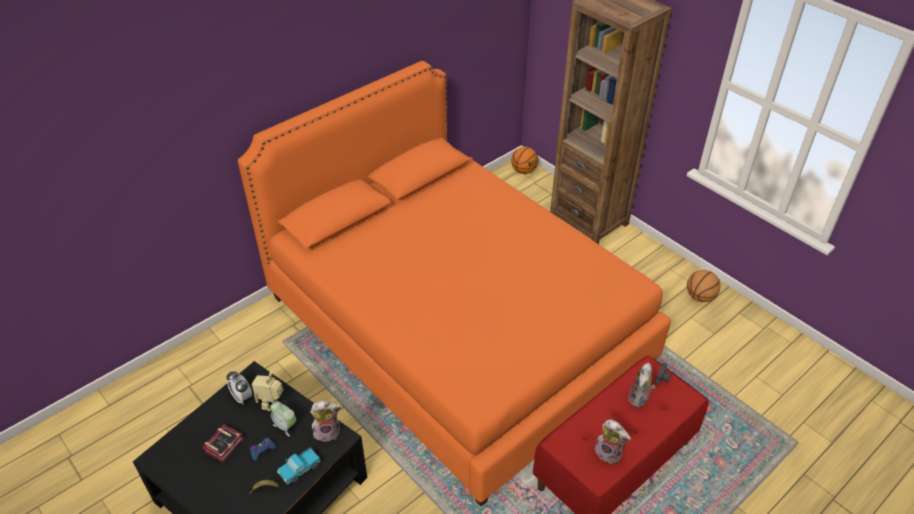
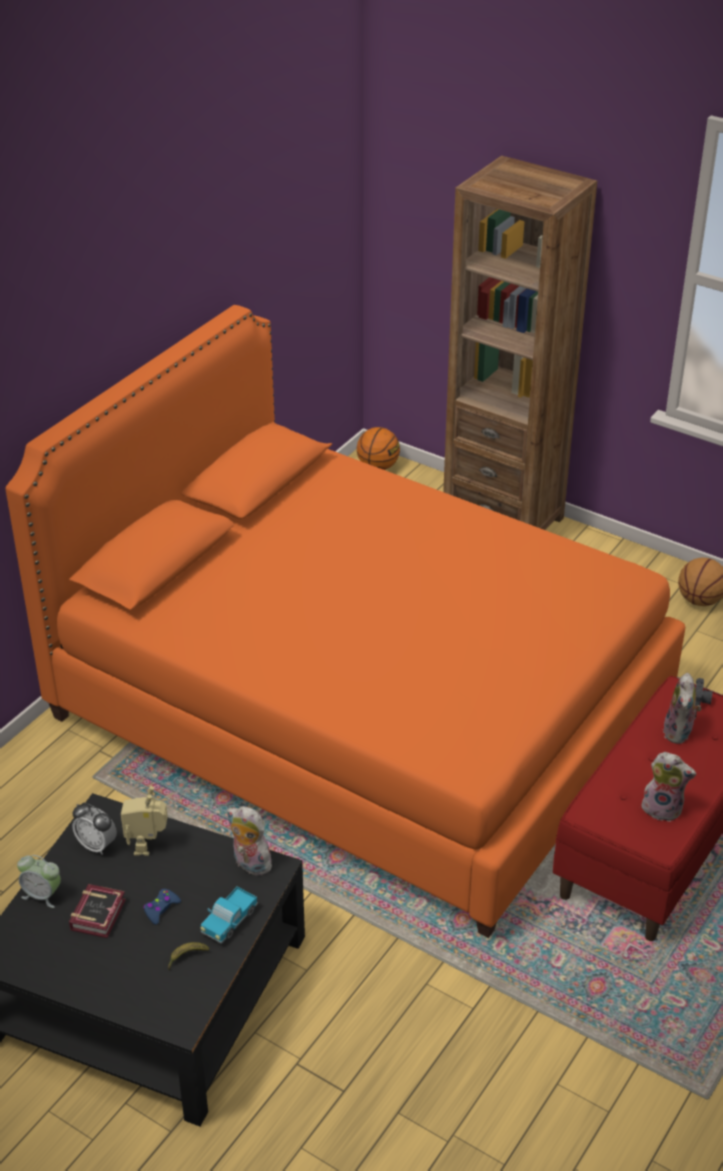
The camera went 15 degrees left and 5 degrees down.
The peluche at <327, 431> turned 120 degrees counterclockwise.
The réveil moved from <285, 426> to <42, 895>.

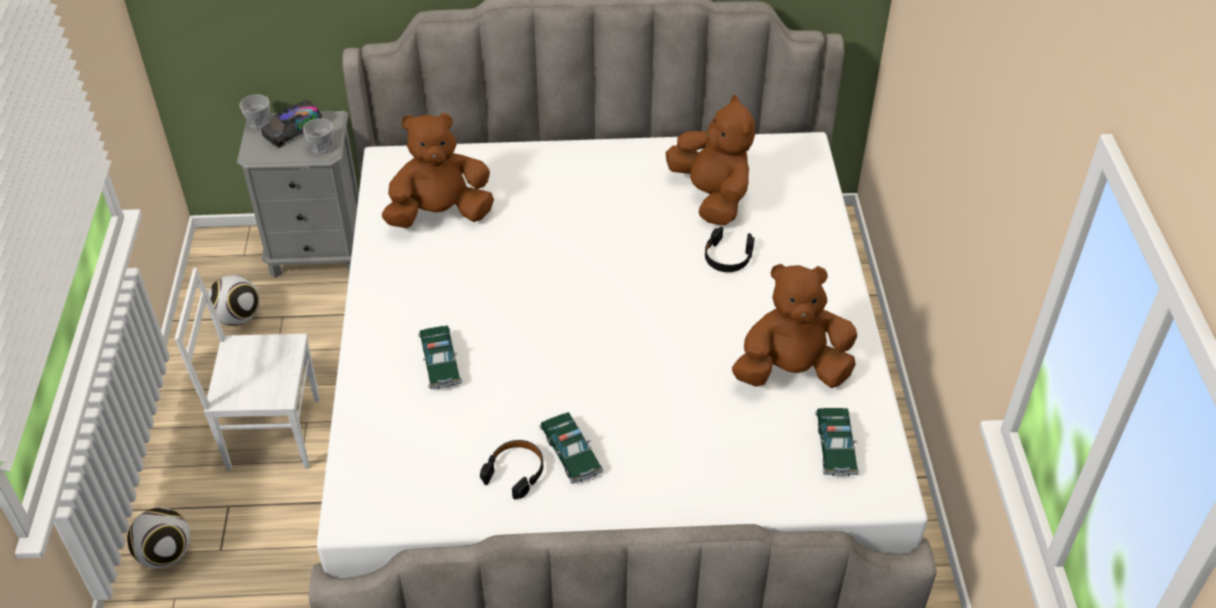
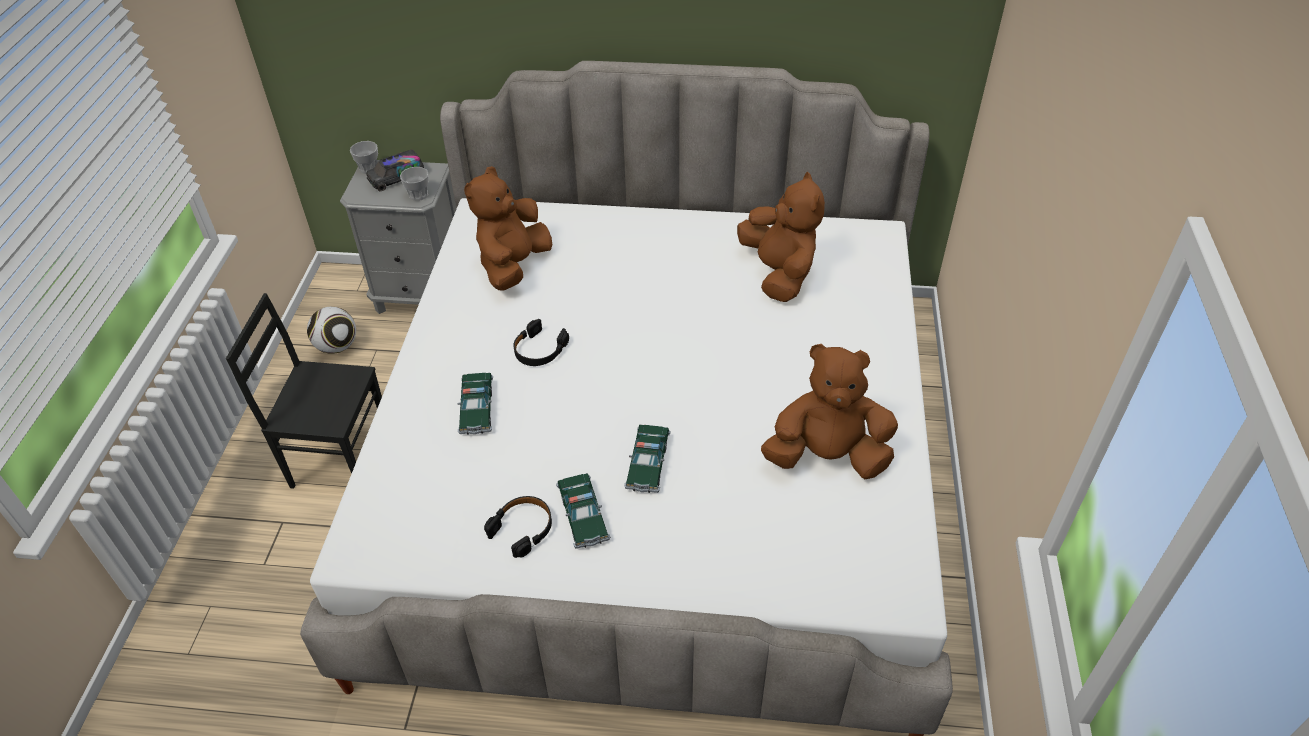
The camera went 10 degrees right and 0 degrees up.
The peluche [marron] at <440, 214> turned 60 degrees counterclockwise.
The casque audio [noir] moved from <727, 257> to <539, 350>.
The chaise [blanc] at <272, 432> became the chaise [noir] at <340, 456>.
The petite voiture moved from <835, 447> to <648, 464>.
The ballon de foot at <165, 554> disappeared.

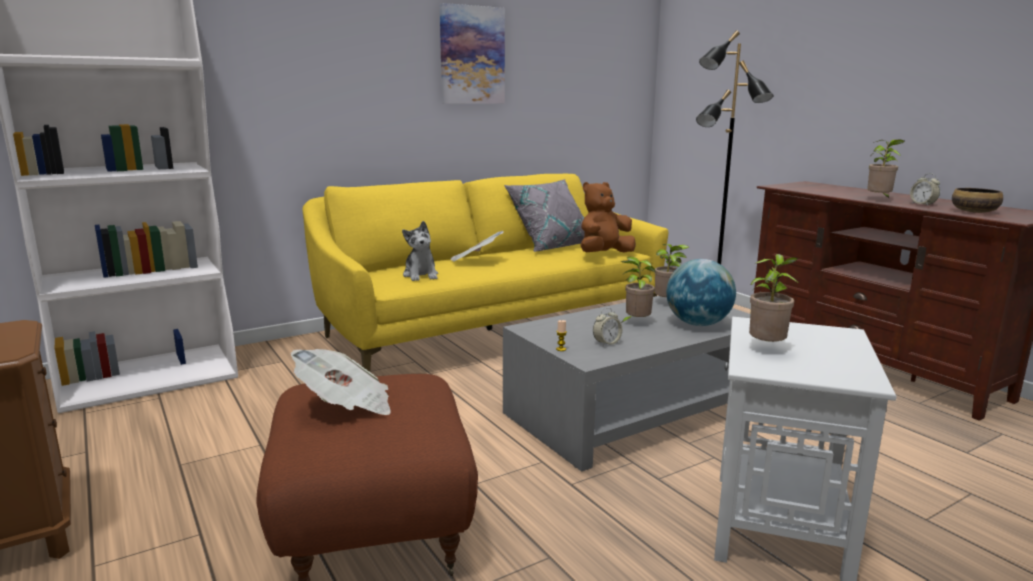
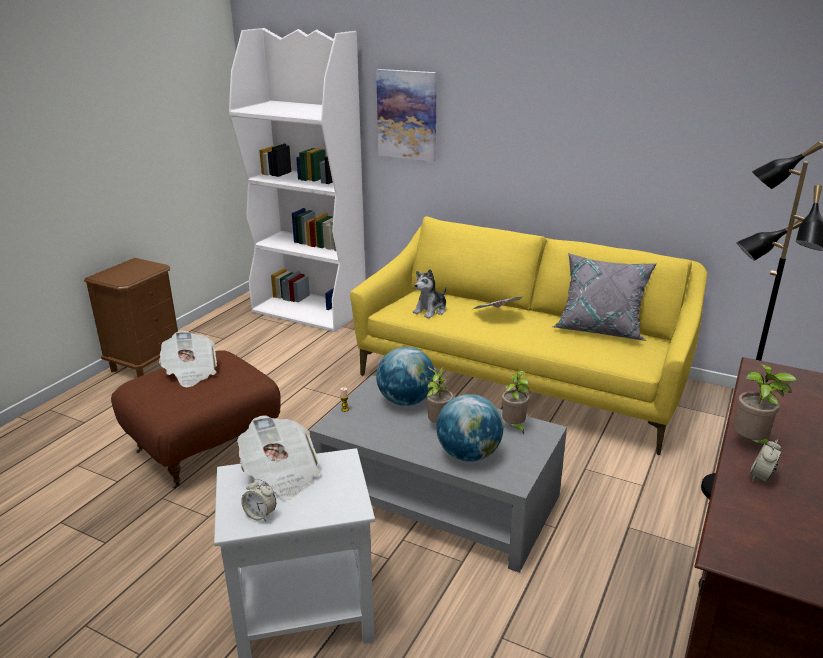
The camera went 60 degrees right and 10 degrees up.
The tableau moved from <472, 55> to <407, 115>.
The peluche [marron] at <604, 254> disappeared.
The bol at <974, 212> disappeared.
The plante en pot at <767, 348> was replaced by the journal at <281, 474>.
The réveil moved from <606, 343> to <260, 515>.
The globe at <406, 401> appeared.

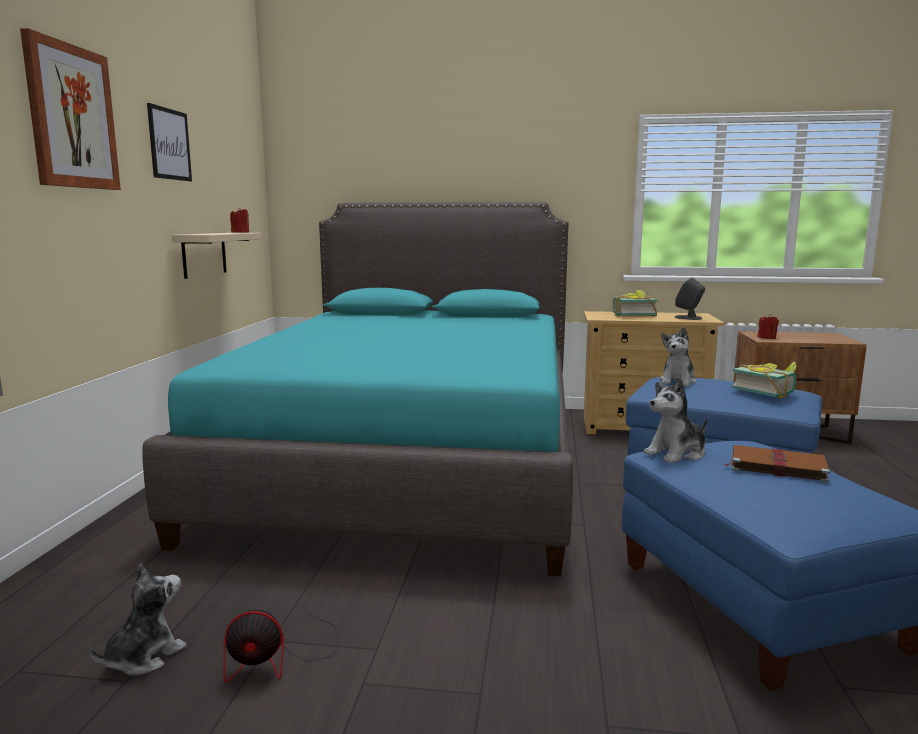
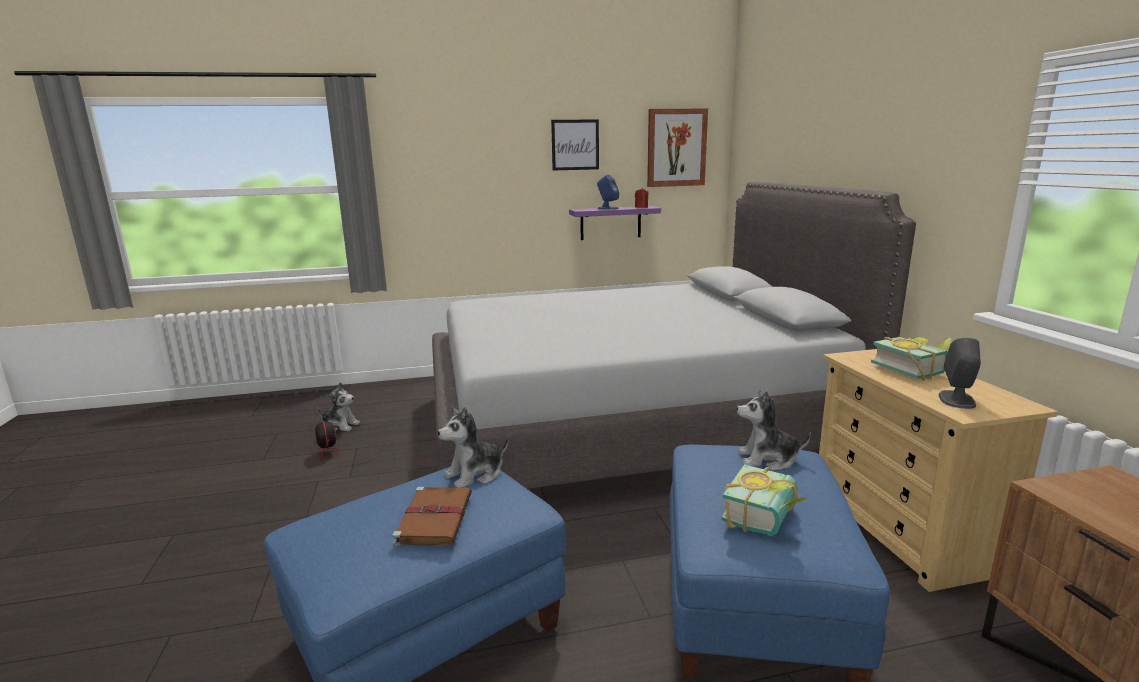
The camera went 70 degrees right and 5 degrees up.
The tableau moved from <71, 117> to <676, 148>.
The lit [turquoise] at <411, 461> became the lit [gris] at <630, 425>.
The étagère [beige] at <204, 254> became the étagère [violet] at <610, 223>.
The bougie [rouge] at <766, 338> disappeared.
The peluche at <677, 453> turned 75 degrees counterclockwise.
The enceinte [bleu] at <607, 208> appeared.

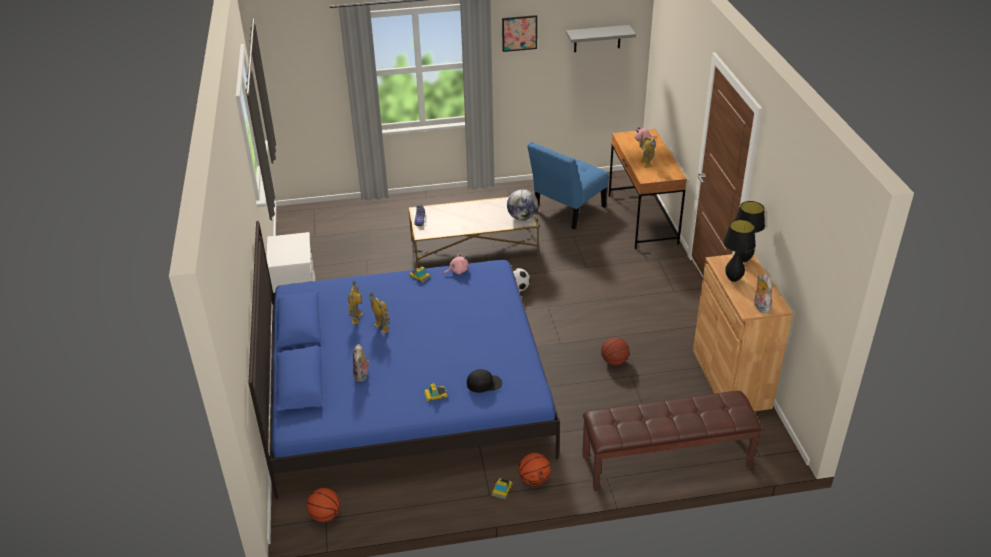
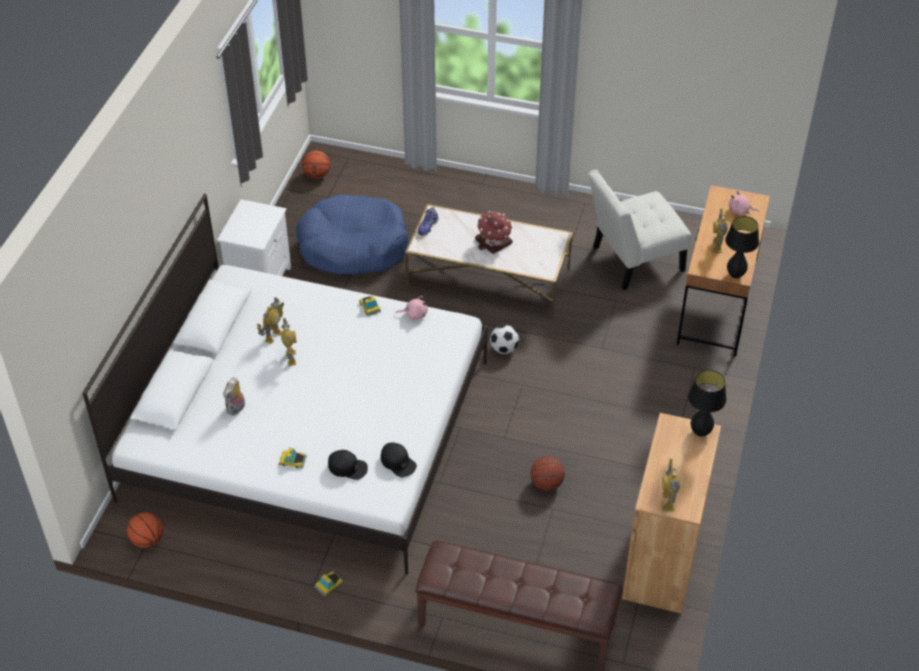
The camera went 25 degrees right and 10 degrees up.
The tableau at <519, 33> disappeared.
The étagère [gris] at <597, 38> disappeared.
The chaise [bleu] at <566, 211> became the chaise [blanc] at <633, 260>.
The globe at <522, 218> disappeared.
The lampe de table [noir] moved from <733, 279> to <735, 275>.
The lit [bleu] at <406, 388> became the lit [blanc] at <307, 429>.
The peluche at <760, 307> was replaced by the robot jouet at <667, 502>.
The ballon de basket moved from <534, 479> to <317, 175>.
The panier pour chien [bleu] at <353, 246> appeared.
The maison miniature at <494, 242> appeared.
The casquette [noir] at <398, 462> appeared.

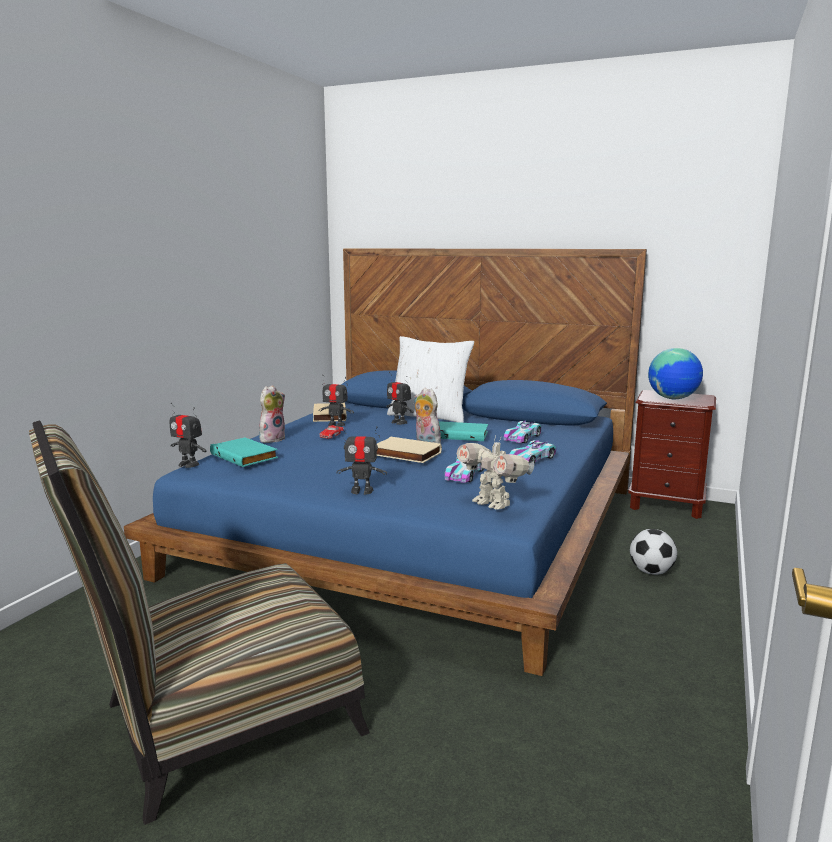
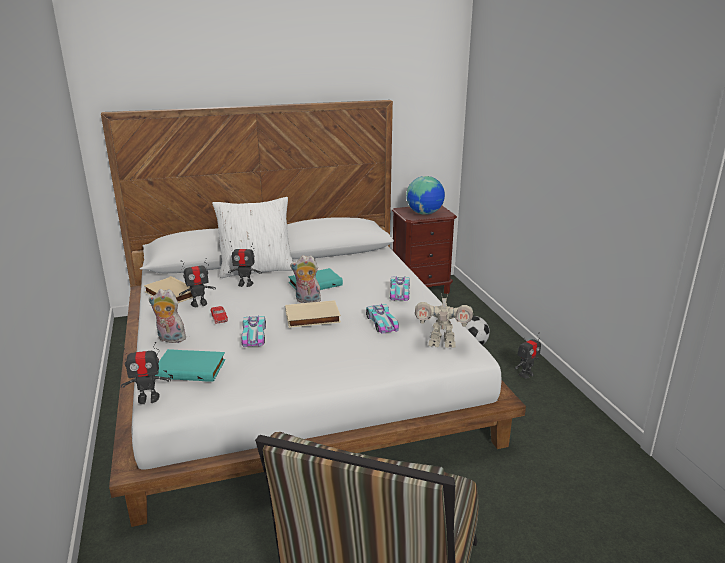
The camera went 40 degrees left and 10 degrees up.
The lit [bleu] at <417, 529> became the lit [blanc] at <294, 371>.
The peluche at <272, 439> turned 75 degrees counterclockwise.
The petite voiture moved from <522, 437> to <254, 335>.
The robot jouet moved from <362, 491> to <526, 374>.

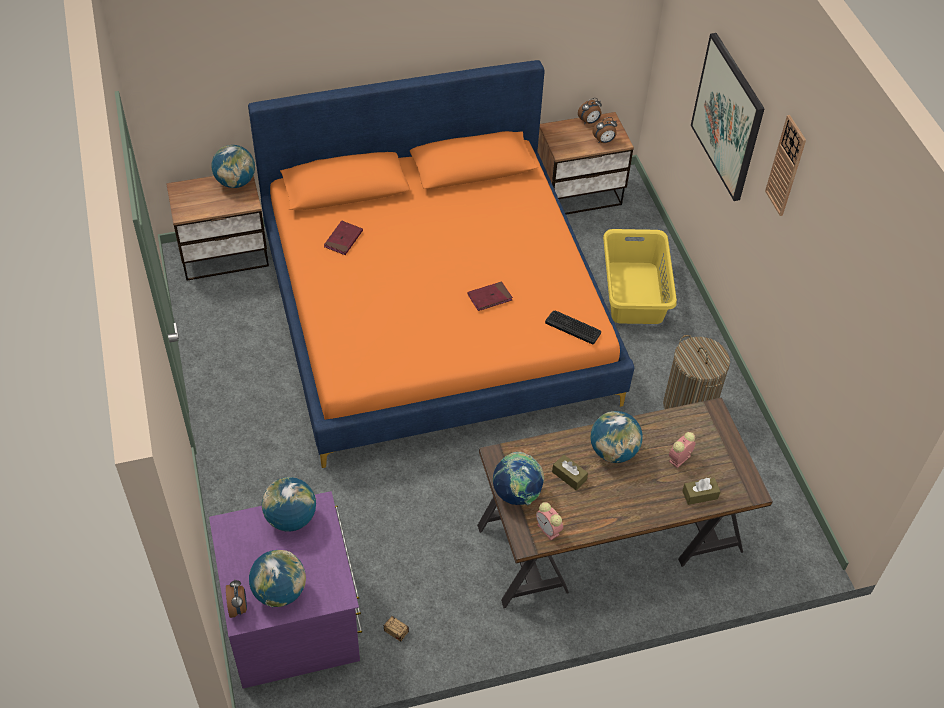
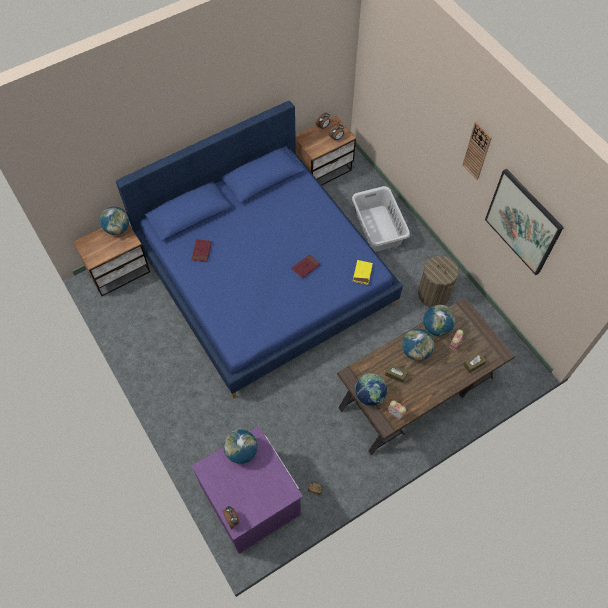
The camera went 15 degrees left and 10 degrees up.
The tableau moved from <728, 117> to <523, 222>.
The lit [orange] at <435, 313> became the lit [bleu] at <265, 275>.
The panier à linge [jaune] at <635, 292> became the panier à linge [gris] at <378, 228>.
The clavier at <573, 327> was replaced by the livre [jaune] at <362, 273>.
The globe moved from <280, 592> to <436, 327>.

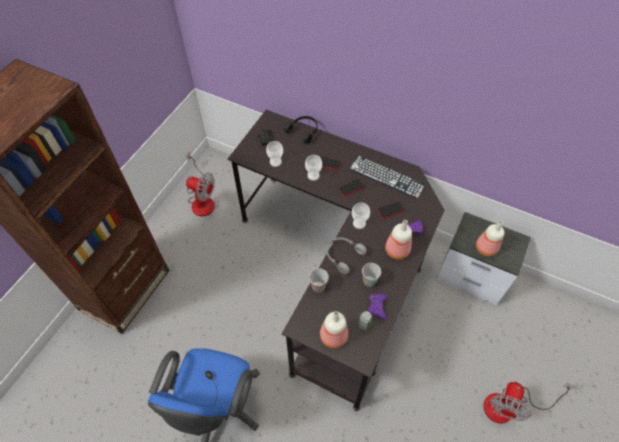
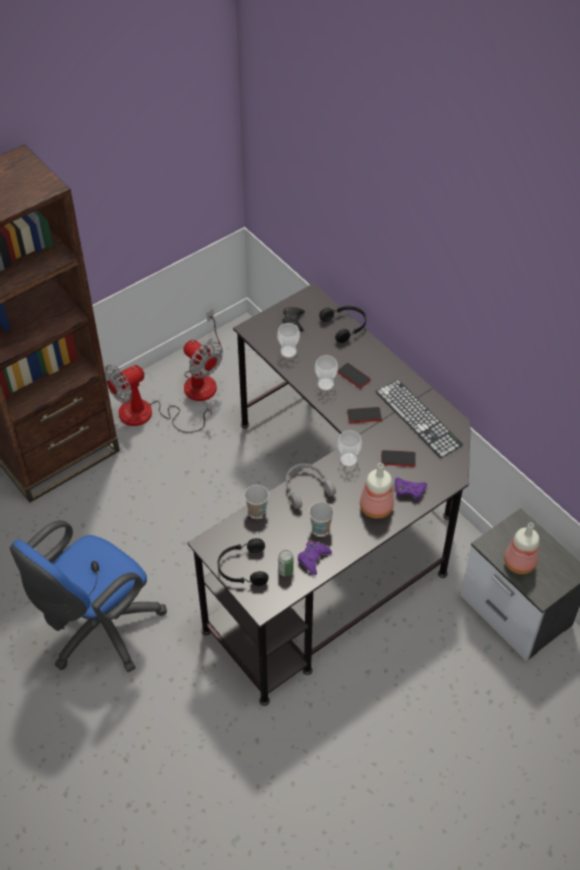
The camera went 25 degrees right and 5 degrees down.
The bouteille at <332, 336> was replaced by the casque audio [noir] at <242, 568>.
The ventilateur moved from <508, 406> to <148, 415>.

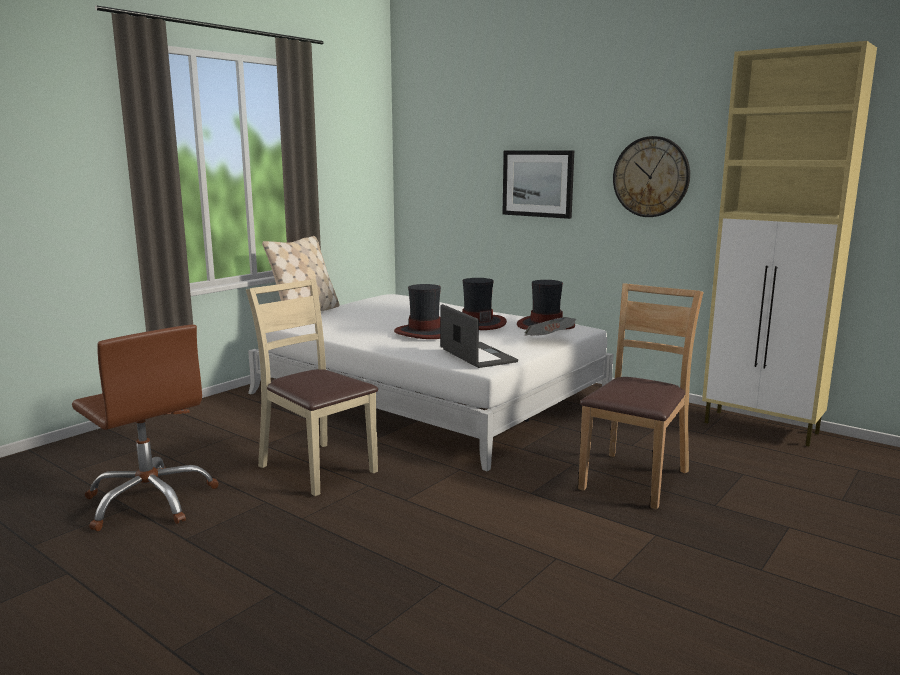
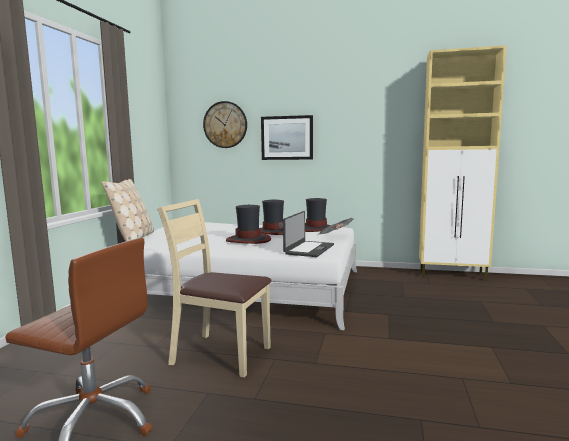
The camera went 25 degrees left and 5 degrees down.
The horloge murale moved from <651, 177> to <225, 125>.
The chaise [marron] at <634, 479> disappeared.
The ordinateur portable at <477, 356> turned 75 degrees clockwise.

